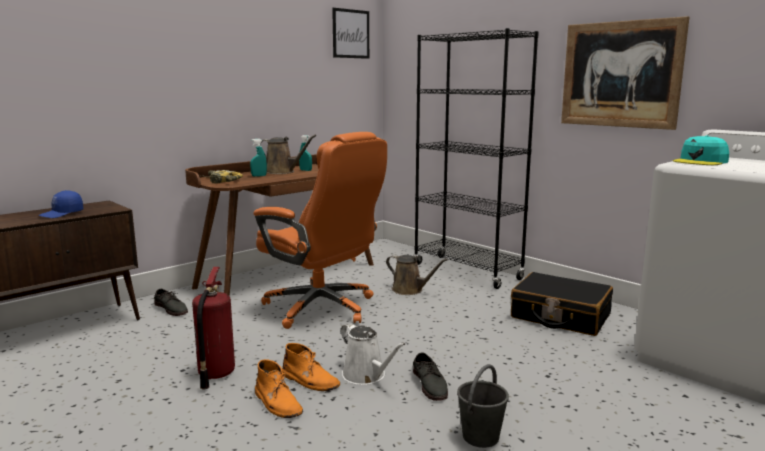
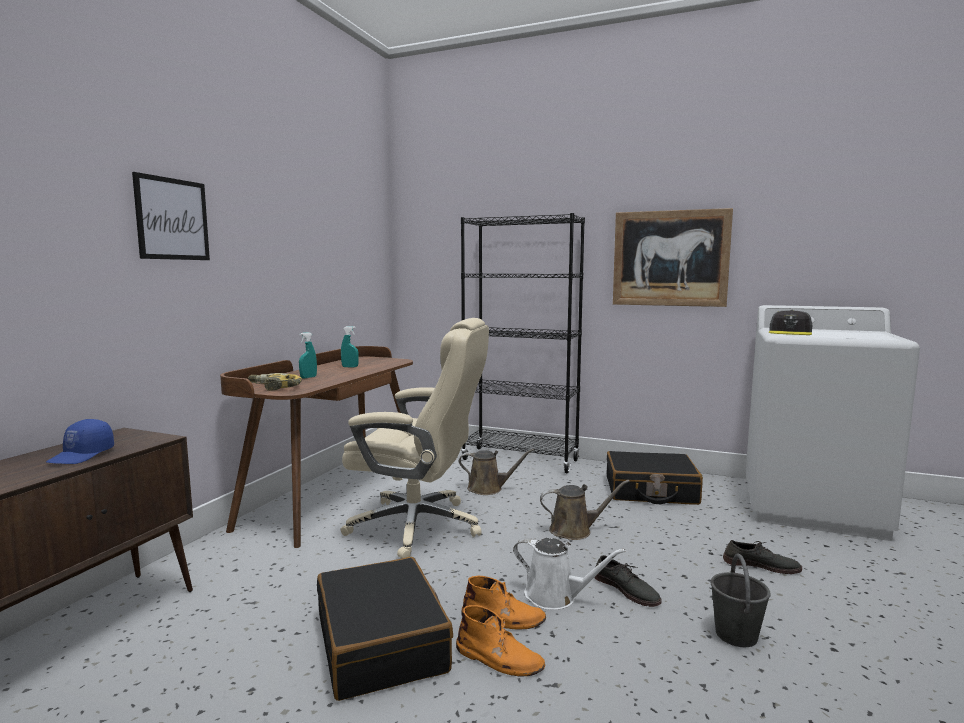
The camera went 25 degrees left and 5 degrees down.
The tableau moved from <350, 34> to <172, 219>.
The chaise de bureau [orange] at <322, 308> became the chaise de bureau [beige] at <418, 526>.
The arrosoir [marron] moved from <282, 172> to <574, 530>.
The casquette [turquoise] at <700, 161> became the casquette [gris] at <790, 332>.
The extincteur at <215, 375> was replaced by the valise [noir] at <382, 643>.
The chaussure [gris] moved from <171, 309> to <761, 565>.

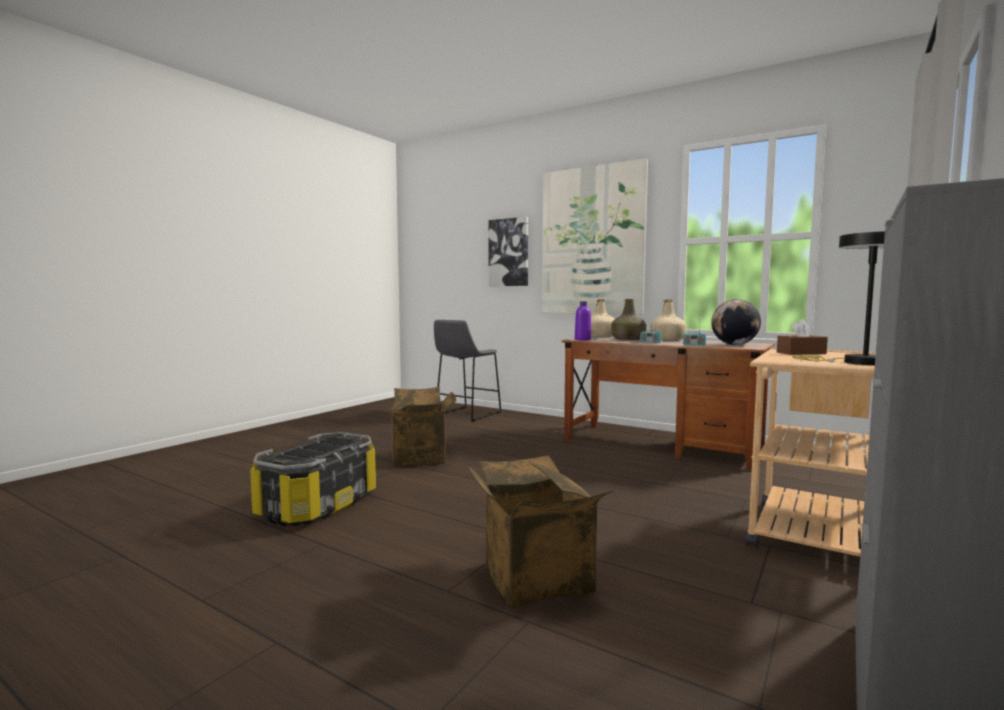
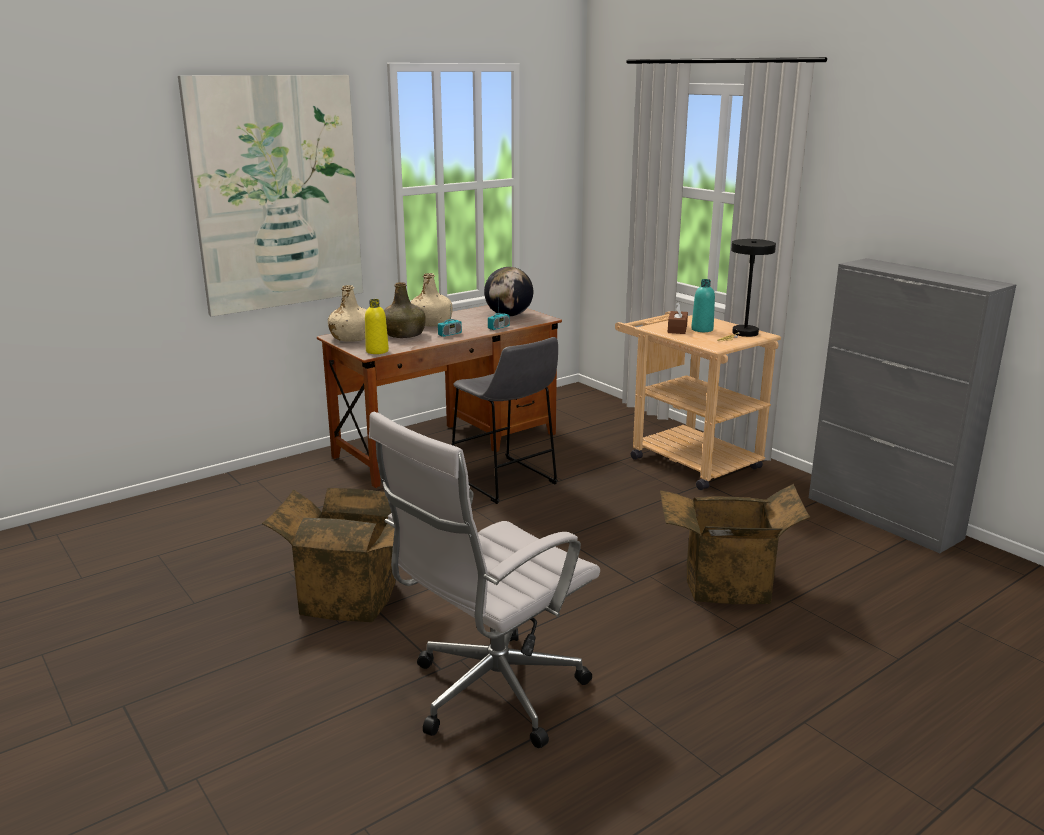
The camera went 70 degrees left and 15 degrees up.
The tableau at <509, 252> disappeared.
The bouteille [violet] at <582, 339> became the bouteille [jaune] at <377, 351>.
The tabouret [gris] moved from <465, 415> to <505, 482>.
The boîte de rangement at <317, 505> was replaced by the chaise de bureau [blanc] at <490, 695>.
The bouteille [turquoise] at <702, 329> appeared.

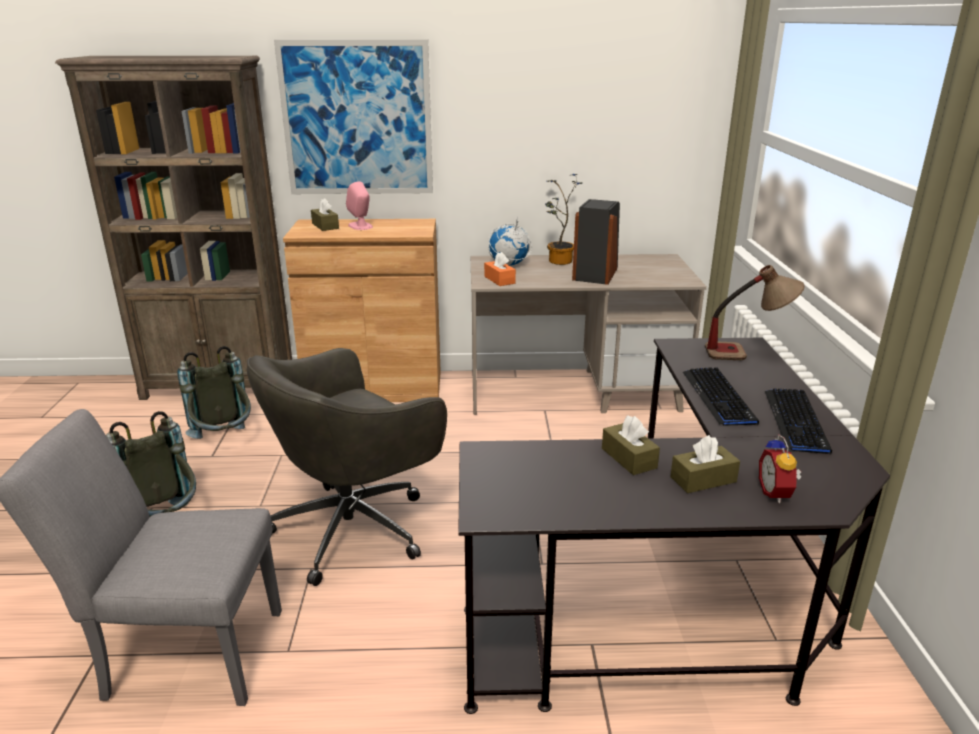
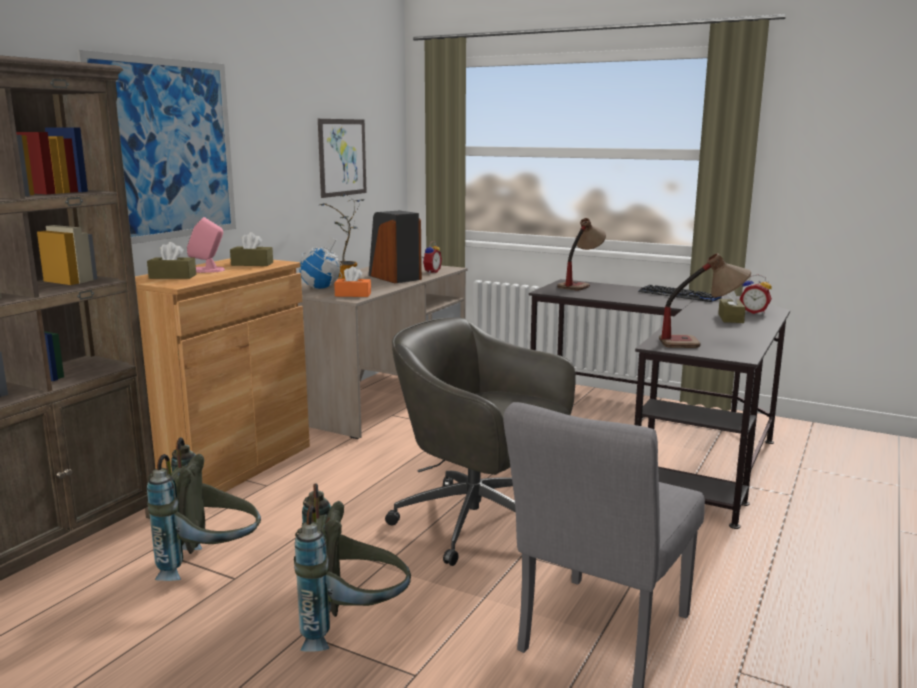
The camera went 60 degrees left and 10 degrees down.
The chaise de bureau [gris] at <355, 527> turned 135 degrees clockwise.
The clavier at <719, 397> disappeared.
The boîte à mouchoirs [marron] moved from <629, 458> to <252, 264>.
The tableau at <342, 157> appeared.
The réveil at <431, 272> appeared.
The lampe de table at <701, 343> appeared.

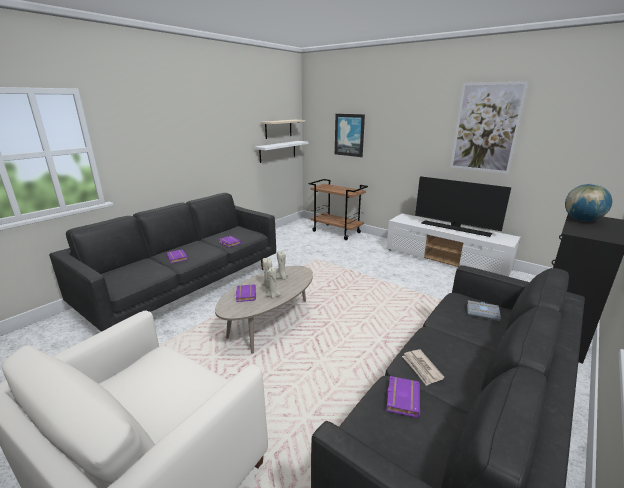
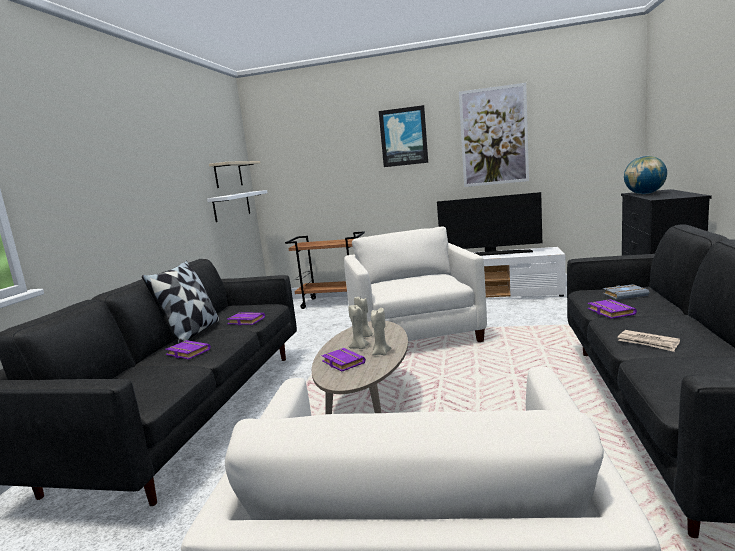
The camera went 25 degrees left and 10 degrees down.
The tableau moved from <349, 135> to <403, 137>.
The livre [violet] moved from <401, 398> to <609, 312>.
The fauteuil [blanc] at <415, 335> appeared.
The coussin at <192, 333> appeared.

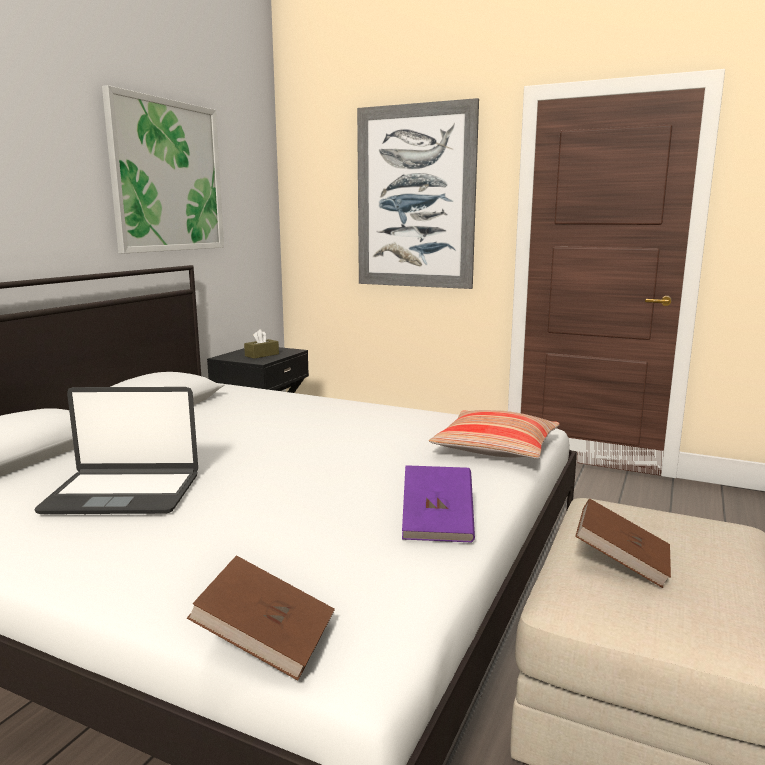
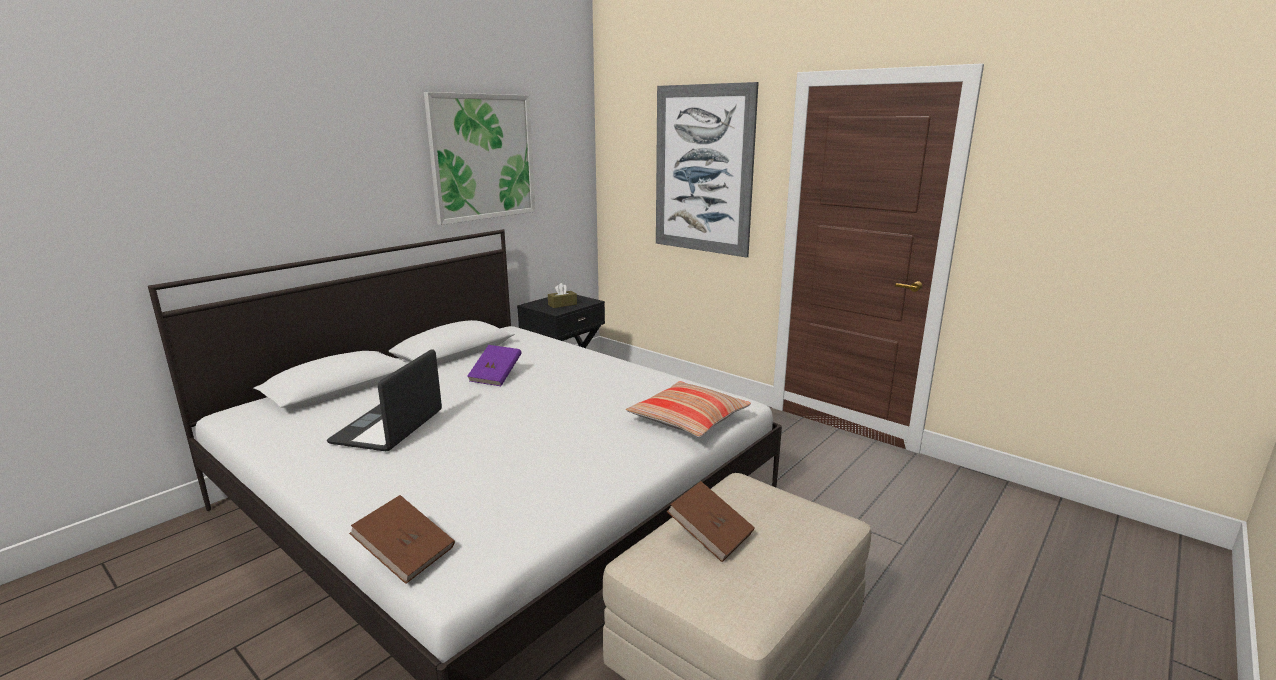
The camera went 15 degrees right and 5 degrees up.
The ordinateur portable at <123, 493> turned 90 degrees clockwise.
The livre [violet] moved from <437, 524> to <496, 377>.

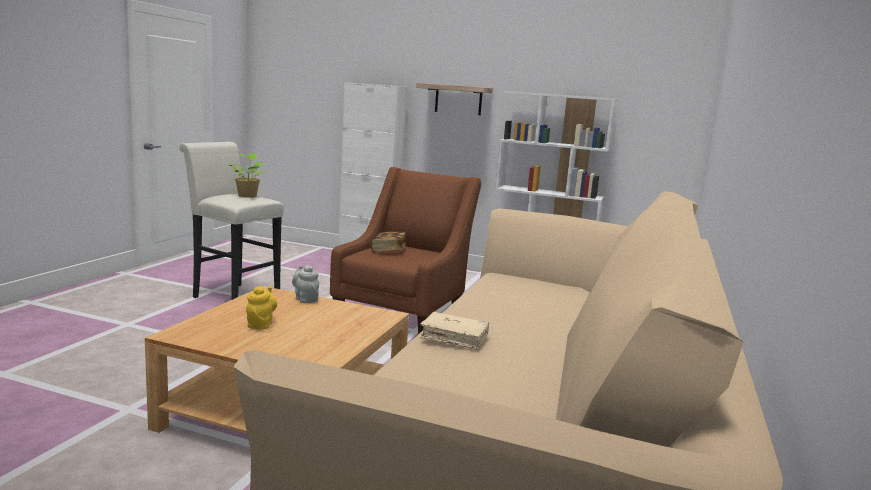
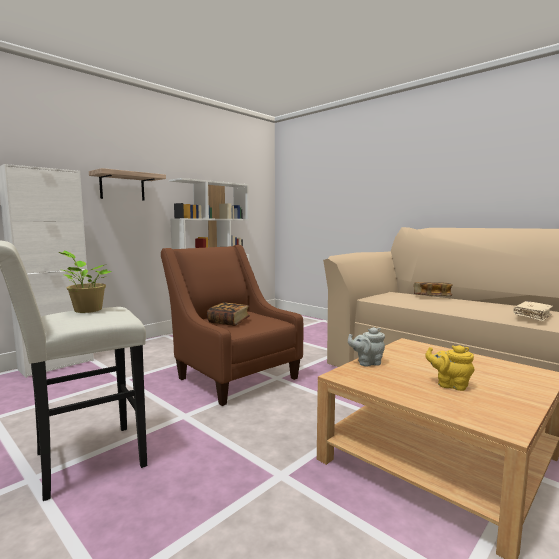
The camera went 65 degrees left and 5 degrees down.
The livre at <432, 297> appeared.

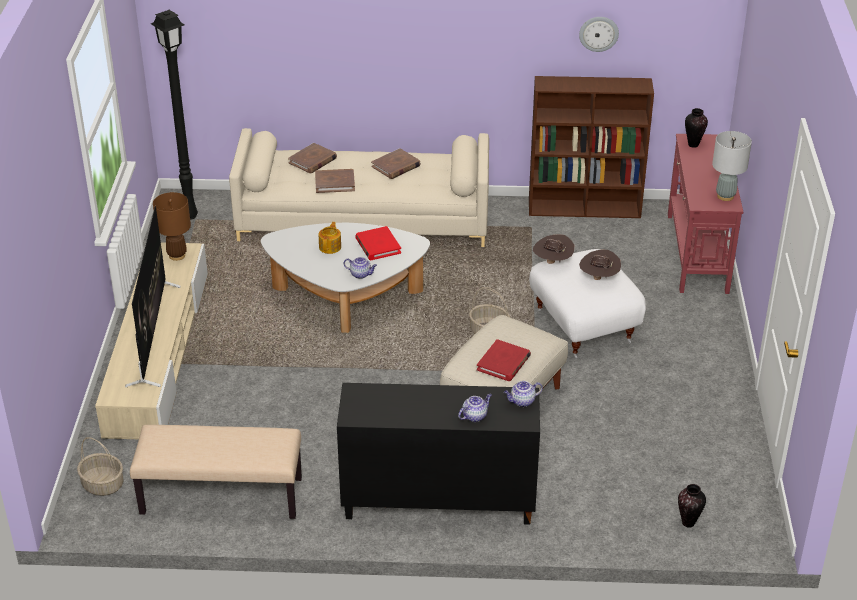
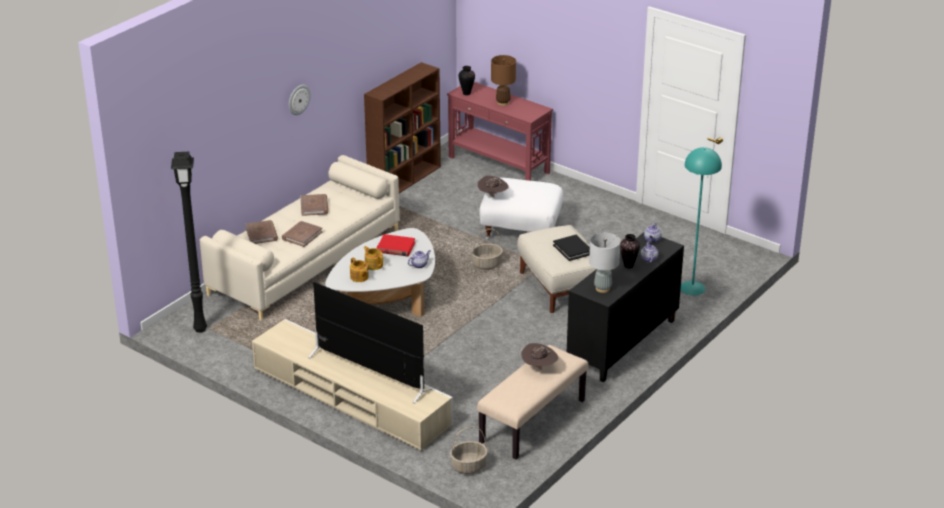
The camera went 55 degrees left and 5 degrees down.
The horloge murale moved from <598, 33> to <298, 99>.
The lampe de table [gris] moved from <725, 196> to <602, 288>.
The lampe de table [marron] moved from <177, 255> to <503, 103>.
The chapeau [marron] moved from <598, 278> to <539, 368>.
The livre [rouge] at <503, 363> became the livre [noir] at <572, 249>.
The vase moved from <688, 523> to <629, 266>.
The lampadaire [turquoise] at <692, 288> appeared.
The théière at <359, 277> appeared.

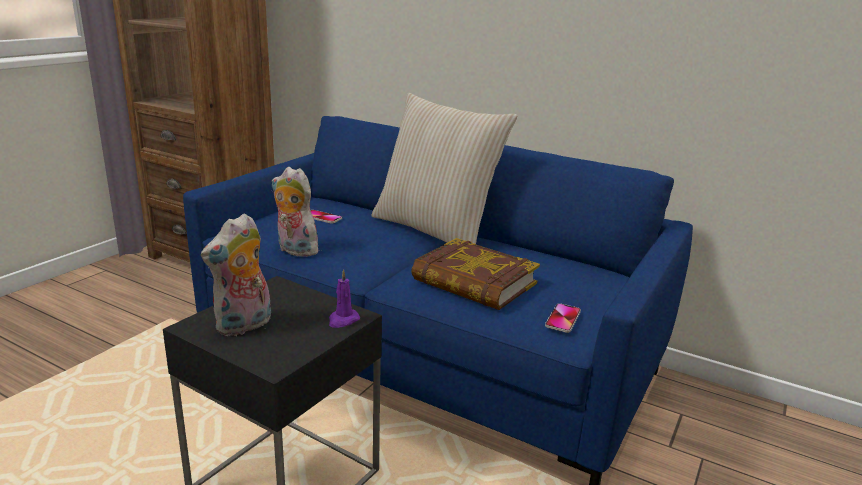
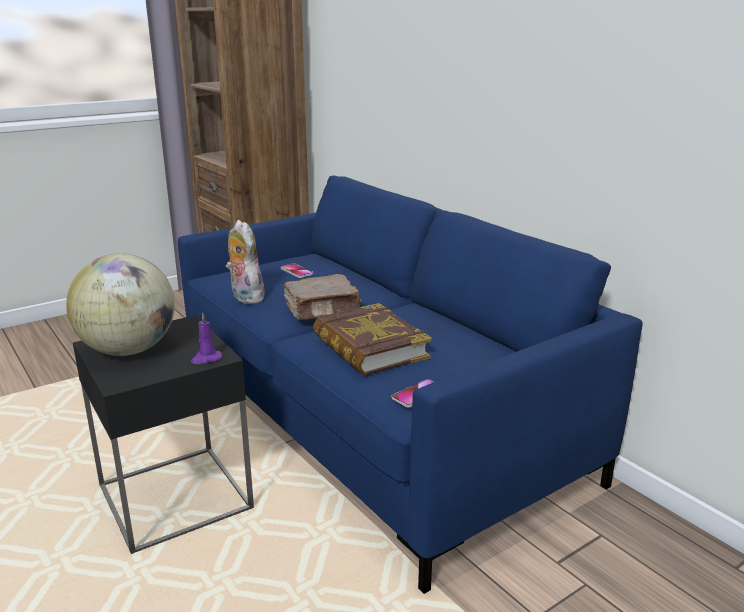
The camera went 25 degrees right and 0 degrees up.
The coussin [beige] at <435, 230> disappeared.
The peluche at <244, 326> was replaced by the globe at <129, 350>.
The livre [marron] at <323, 310> appeared.

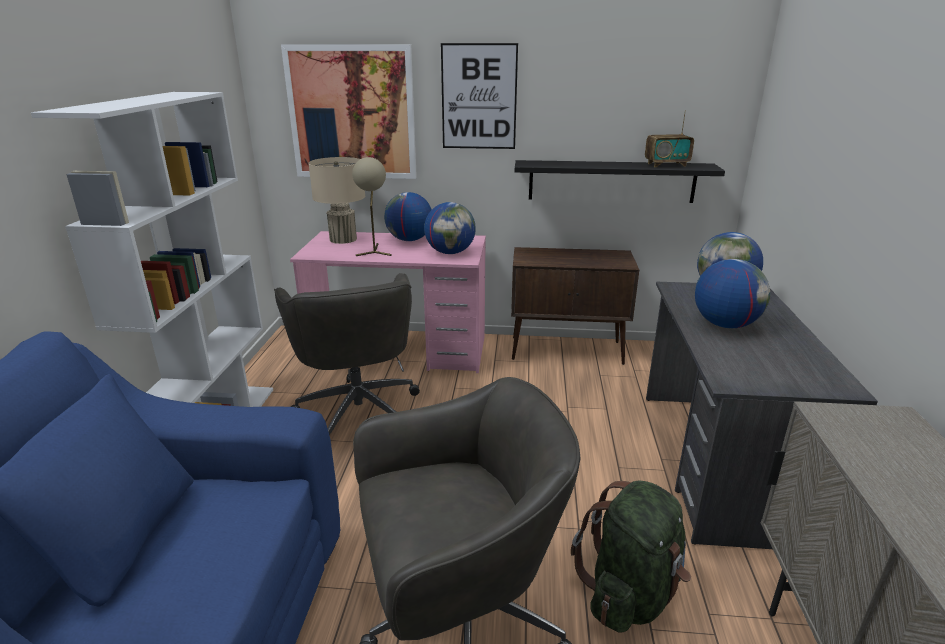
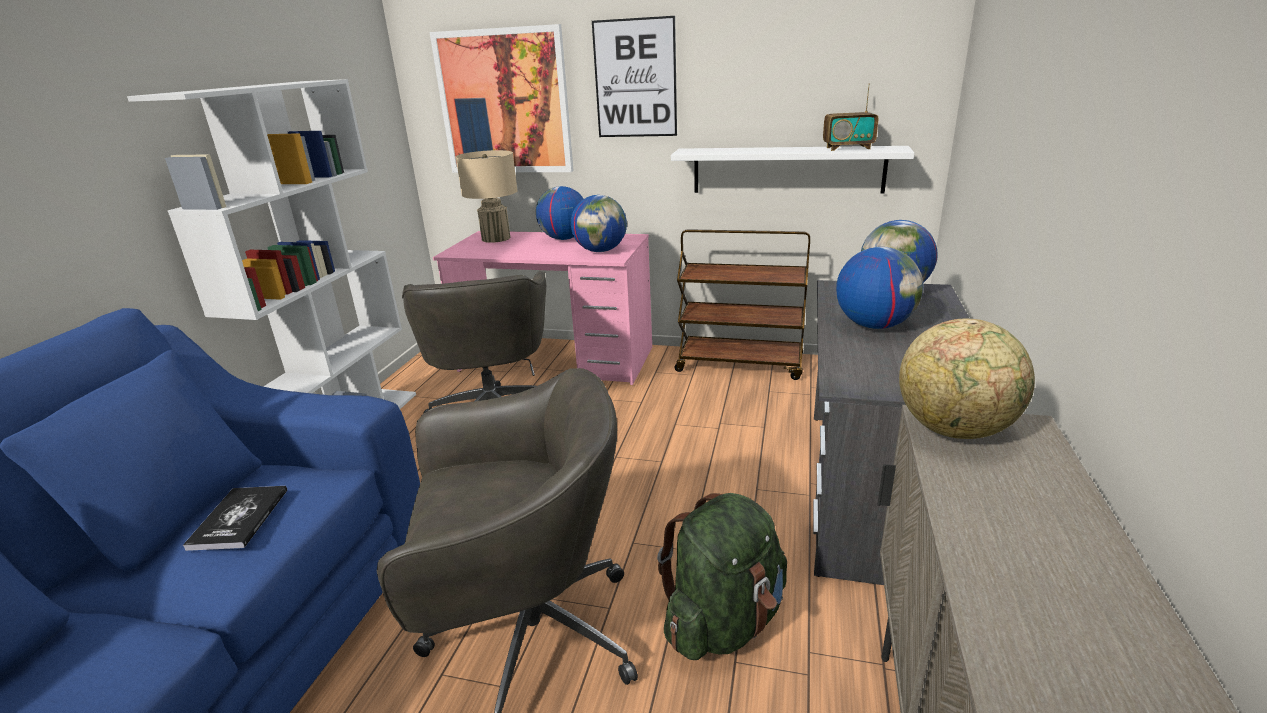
The camera went 10 degrees right and 0 degrees up.
The lampe de table [beige] at <375, 251> disappeared.
The étagère [noir] at <611, 181> became the étagère [blanc] at <787, 170>.
The meuble de rangement [marron] at <567, 350> was replaced by the chariot [marron] at <740, 364>.
The globe at <955, 429> appeared.
The livre at <239, 518> appeared.

